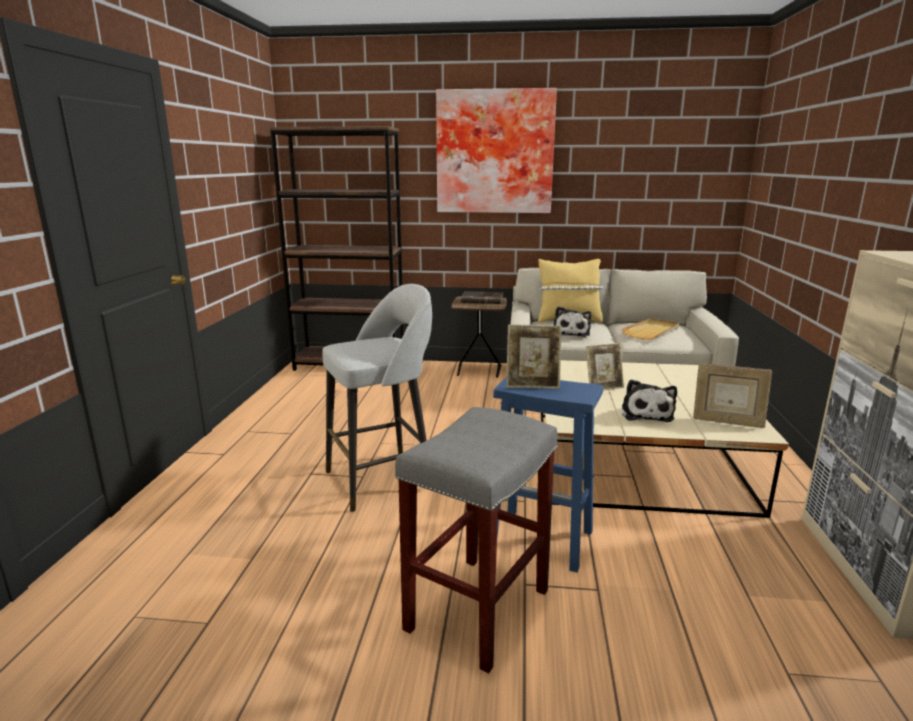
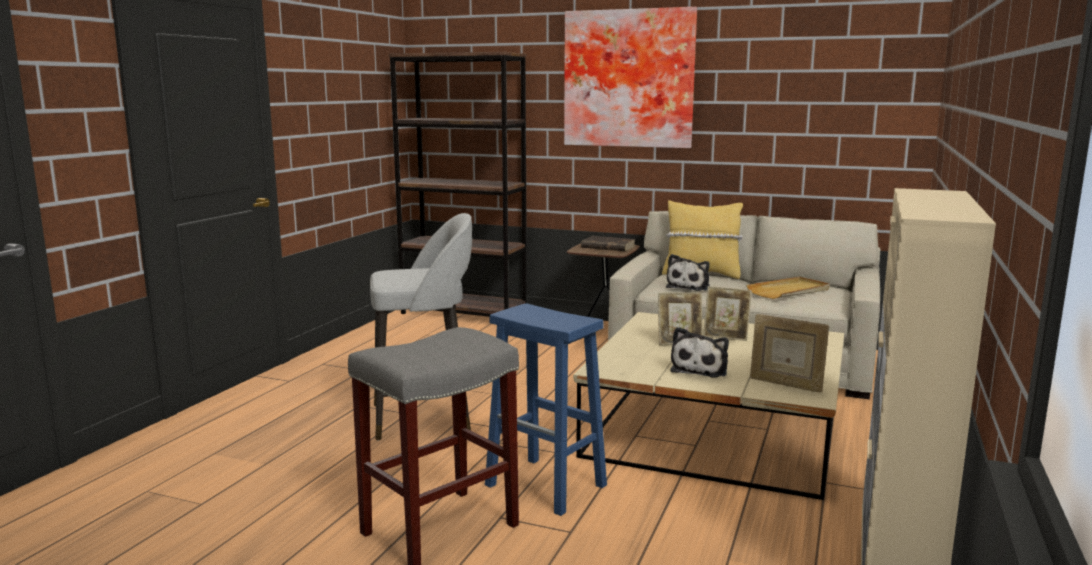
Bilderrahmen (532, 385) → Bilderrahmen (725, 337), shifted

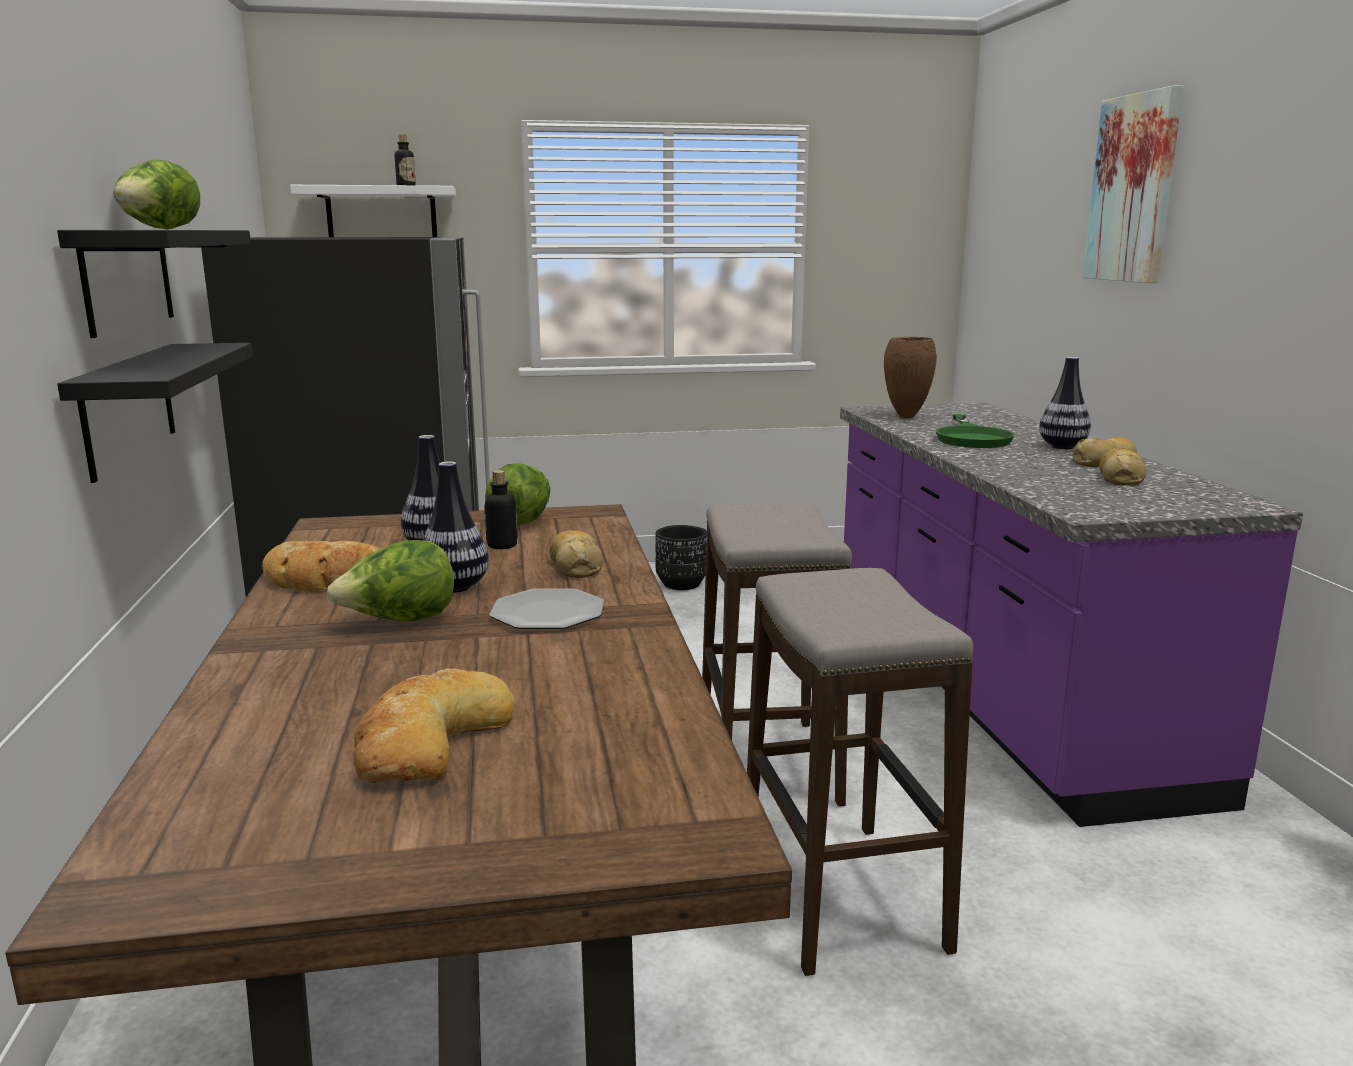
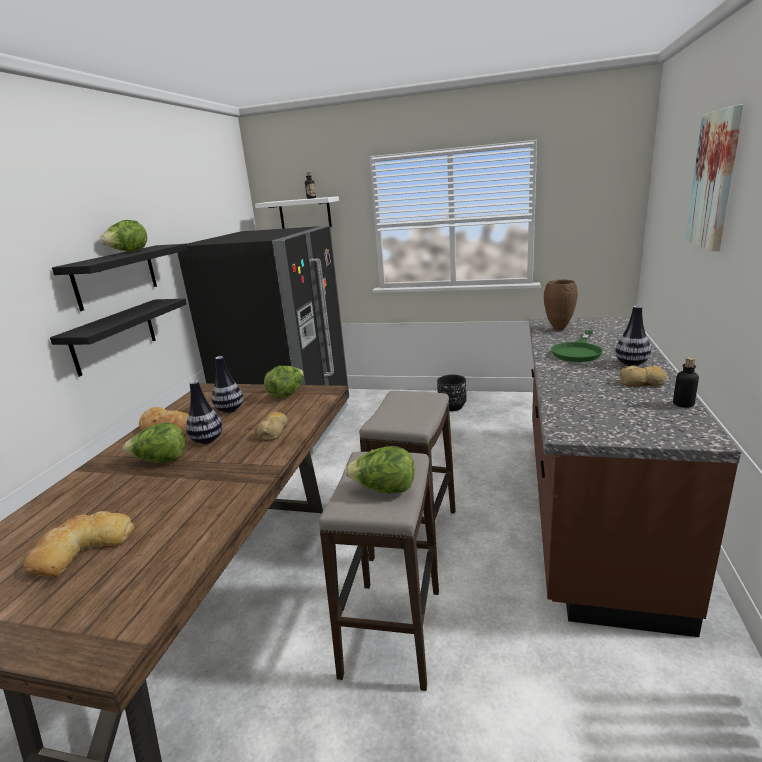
- → Salatkopf (384, 490)
Küchenzeile (lila) (995, 686) → Küchenzeile (braun) (587, 503)
Flasche (502, 545) → Flasche (683, 404), shifted
Teller (547, 613) → -
Brot (1120, 478) → -

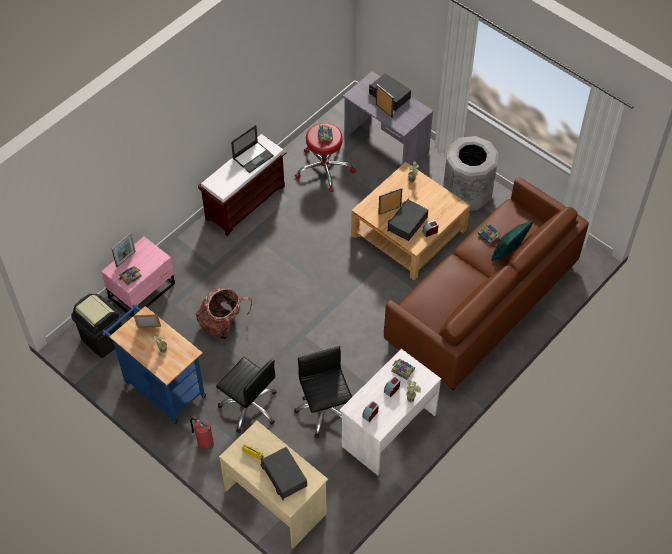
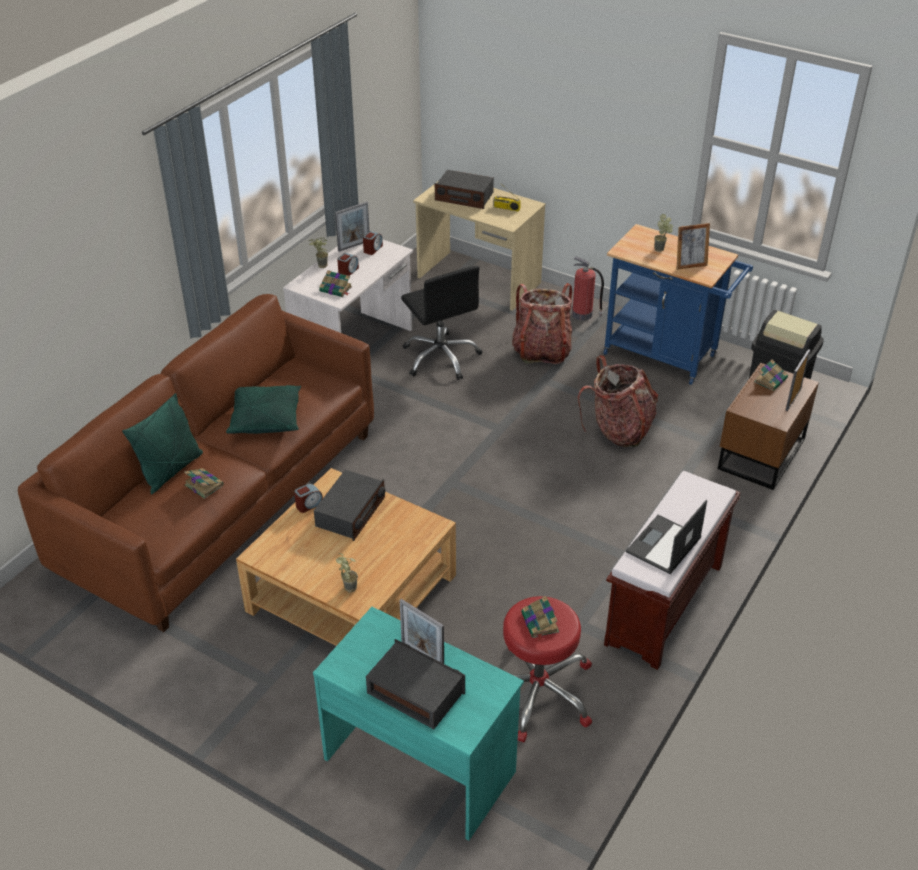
- → Kissen (grün) (266, 419)
Schreibtisch (grau) (385, 145) → Schreibtisch (türkis) (420, 763)
Bilderrahmen (389, 210) → Bilderrahmen (354, 245), shifted
Radio (284, 476) → Radio (464, 197), 150 degrees clockwise
Bürostuhl (schwarz) (249, 407) → Rucksack (541, 351)
Nachttisch (rosa) (143, 291) → Nachttisch (braun) (759, 454)
Mülleimer (grau) (466, 194) → -

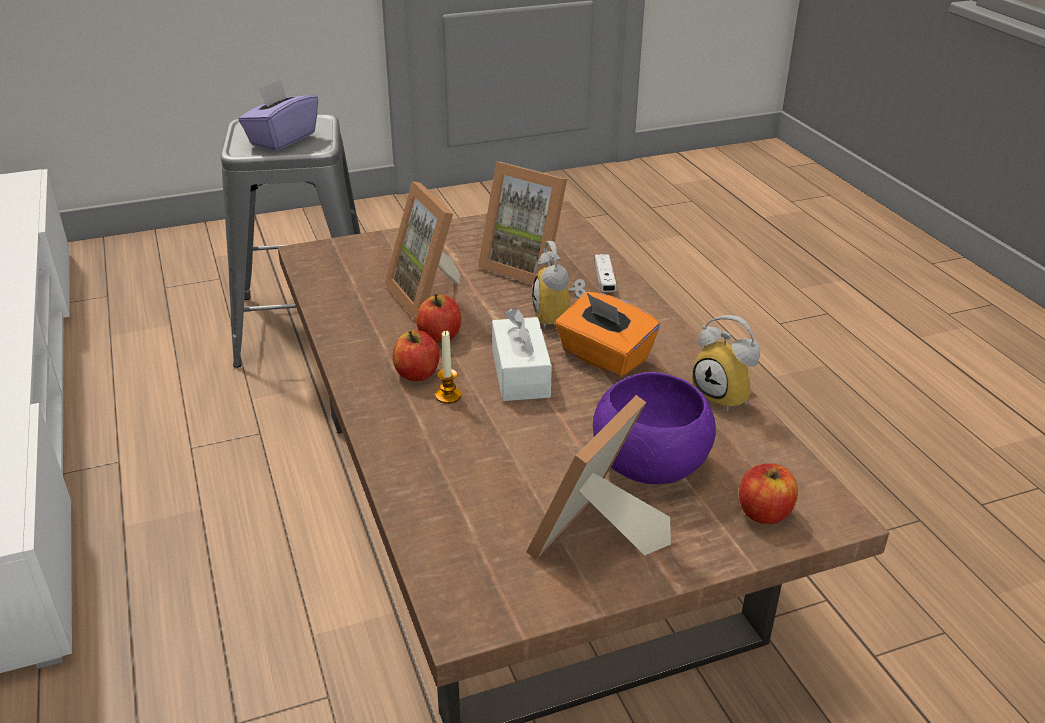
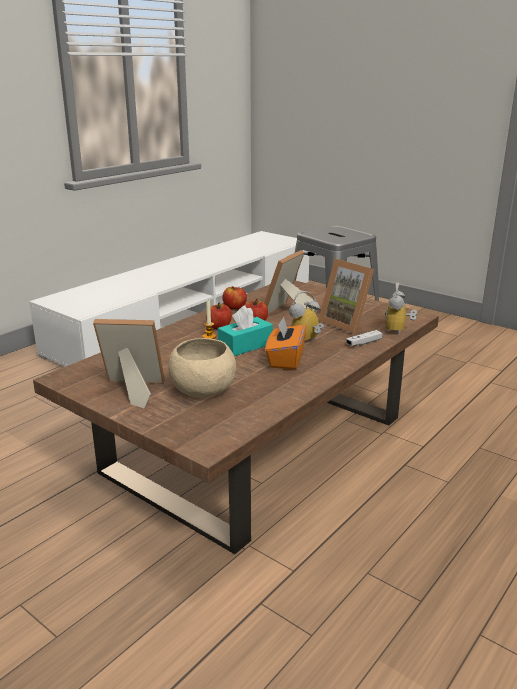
Schüssel (lila) (649, 464) → Schüssel (beige) (203, 390)
Taschentuchbox (weiß) (520, 374) → Taschentuchbox (türkis) (245, 346)
Apfel (764, 513) → Apfel (234, 307), shifted
Bilderrahmen (526, 266) → Bilderrahmen (347, 323), 45 degrees counterclockwise
Wecker (726, 395) → Wecker (399, 331), shifted
Taschentuchbox (lila) (282, 139) → -

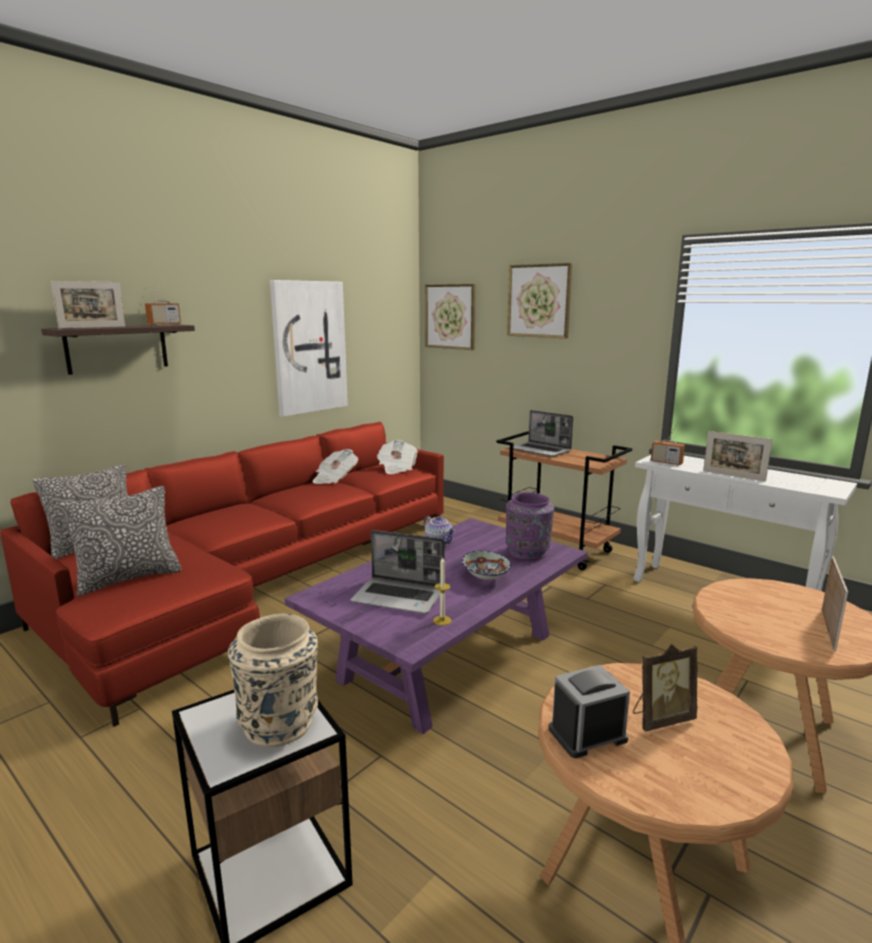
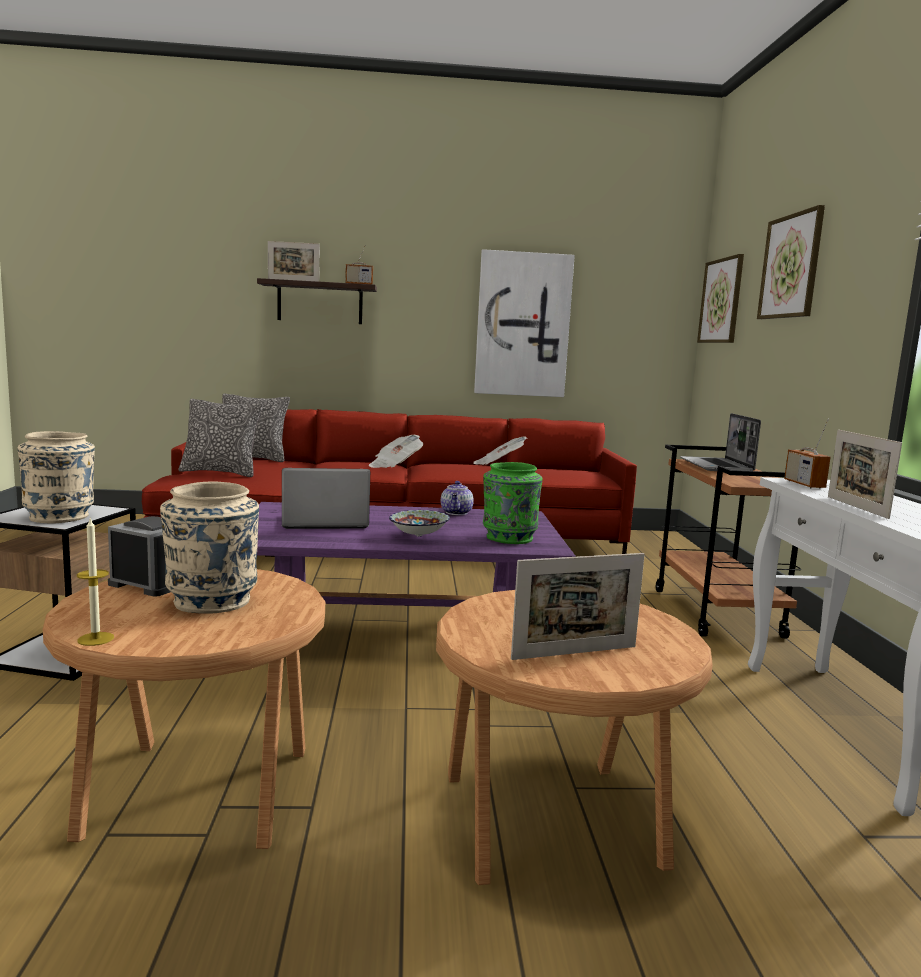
Kerze (442, 620) → Kerze (95, 639), shifted
Bilderrahmen (661, 718) → Vase (beige) (212, 602)
Laptop (400, 597) → Laptop (323, 522), 105 degrees clockwise
Zeitung (397, 468) → Zeitung (395, 466), shifted
Vase (lila) (527, 553) → Vase (grün) (509, 538)

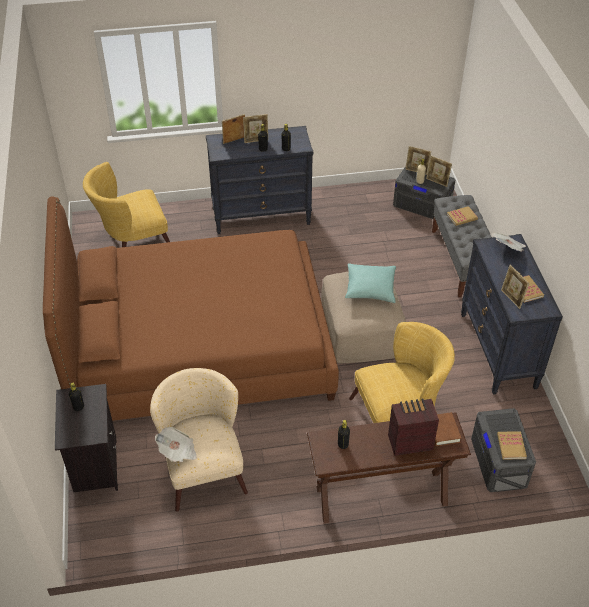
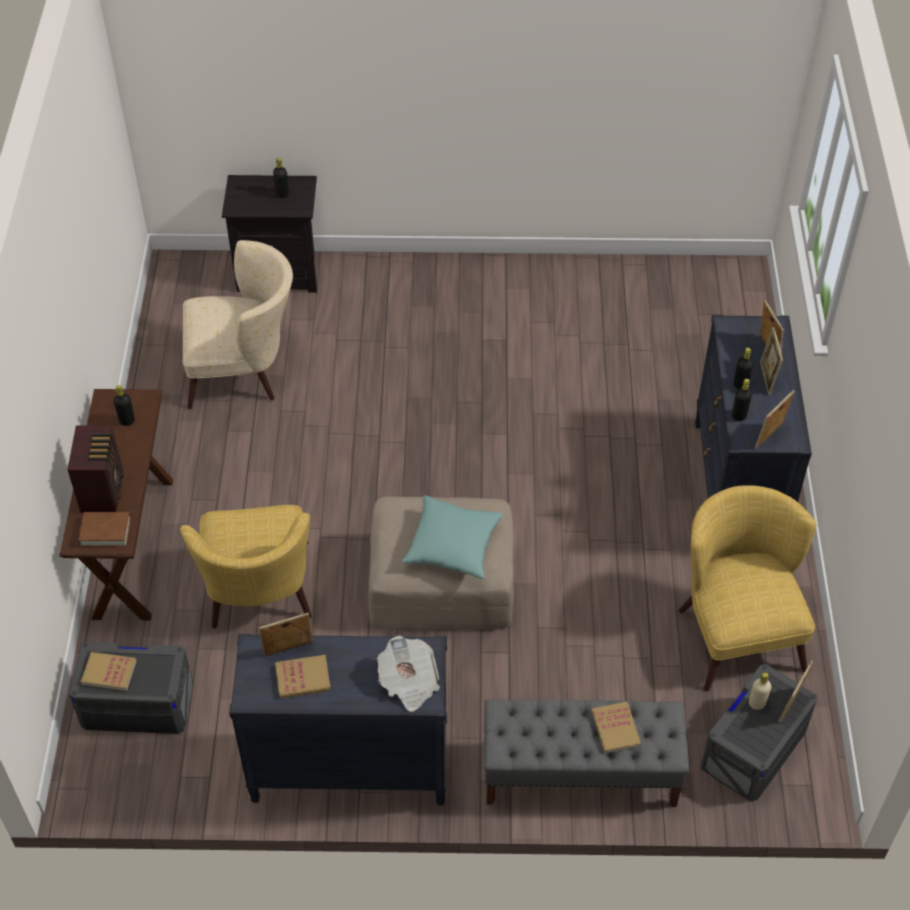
Sessel (gelb) (132, 242) → Sessel (gelb) (736, 627), shifted
Bilderrahmen (437, 182) → Bilderrahmen (770, 437), shifted
Bett (braun) (198, 348) → -
Zeitung (177, 452) → -

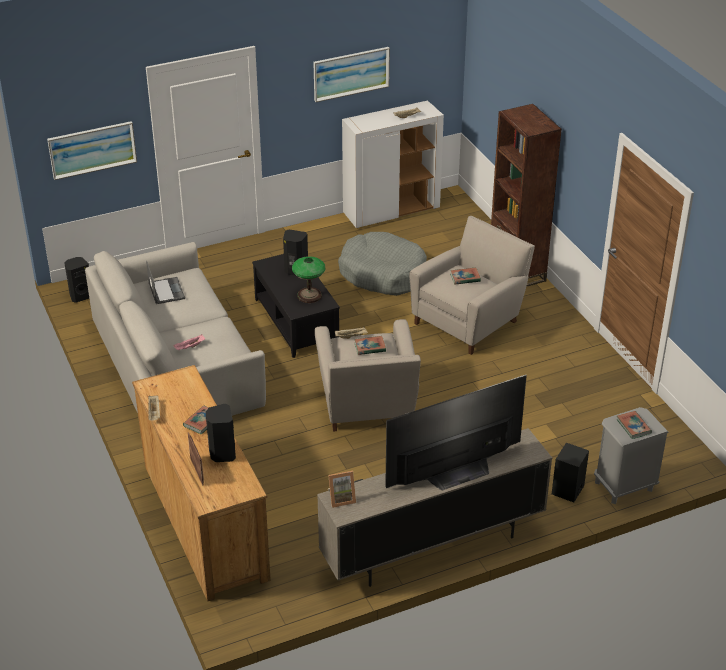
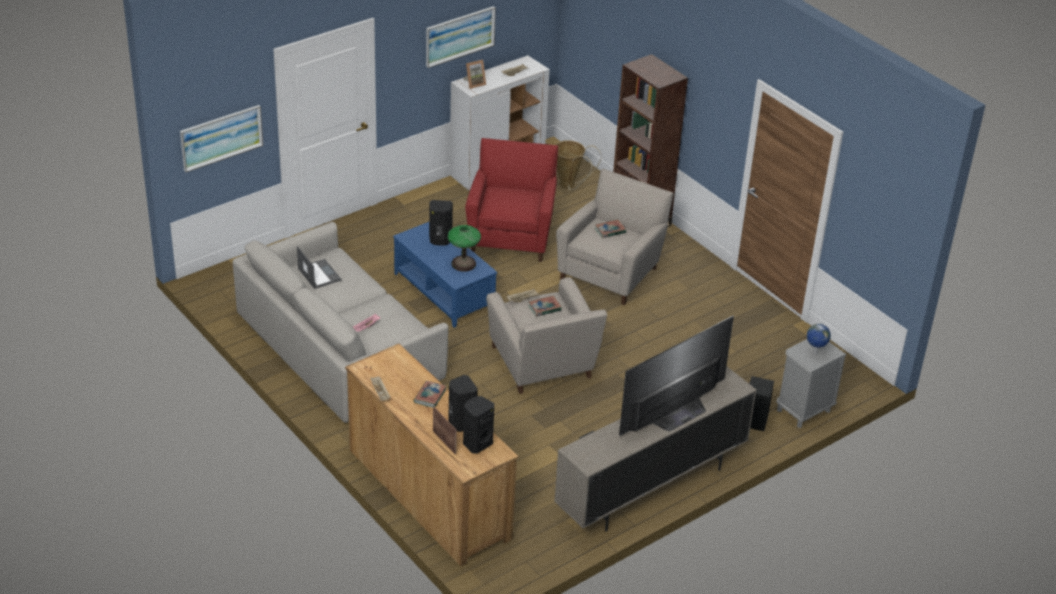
Couchtisch (schwarz) (295, 322) → Couchtisch (blau) (443, 292)
Lautsprecher (schwarz) (80, 296) → Lautsprecher (schwarz) (477, 443), shifted
Bilderrahmen (341, 498) → Bilderrahmen (474, 83), shifted
Hundebett (grau) (382, 273) → Sessel (rot) (511, 234)
- → Korb (570, 186)
Buch (633, 426) → Globus (815, 353)

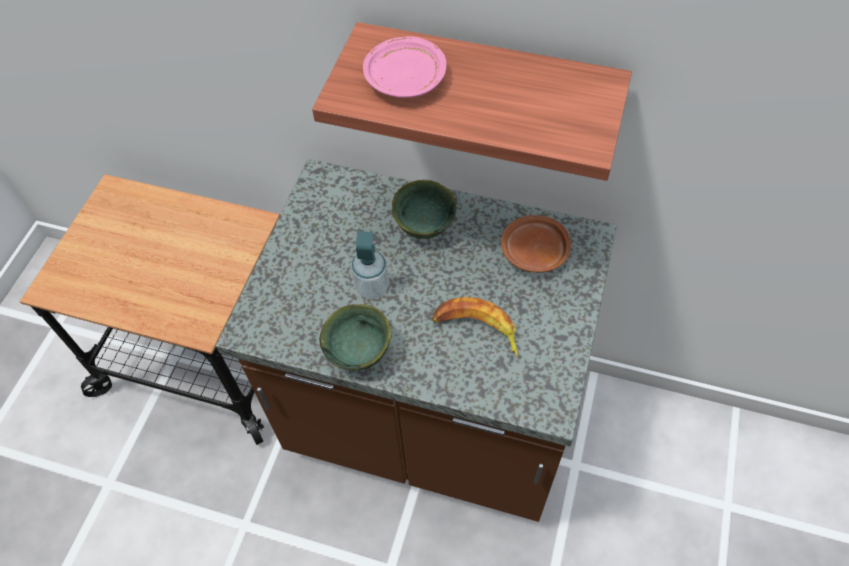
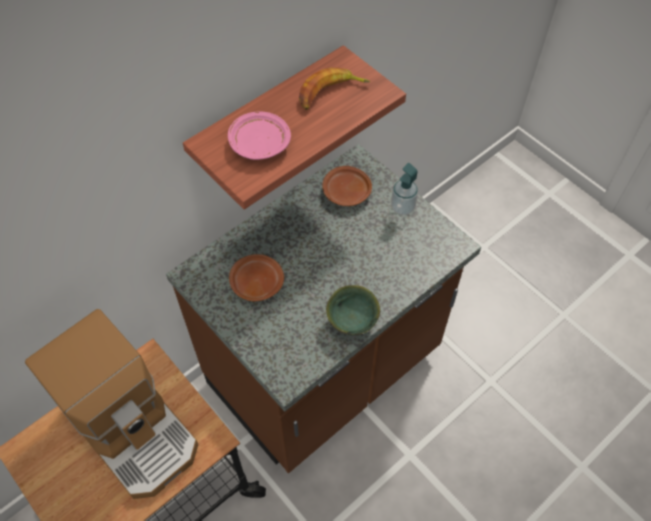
- → Kaffeemaschine (133, 427)
- → Teller (braun) (256, 282)
Banane (477, 330) → Banane (330, 93), shifted
Seifenspender (372, 287) → Seifenspender (402, 207), shifted
Schüssel (grün) (425, 226) → -

